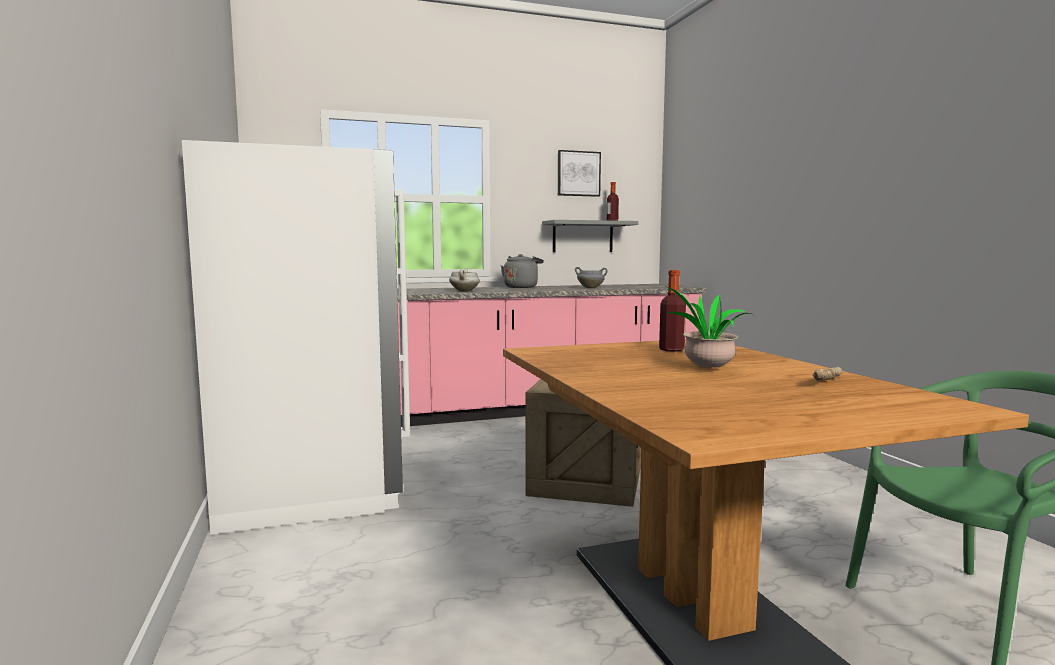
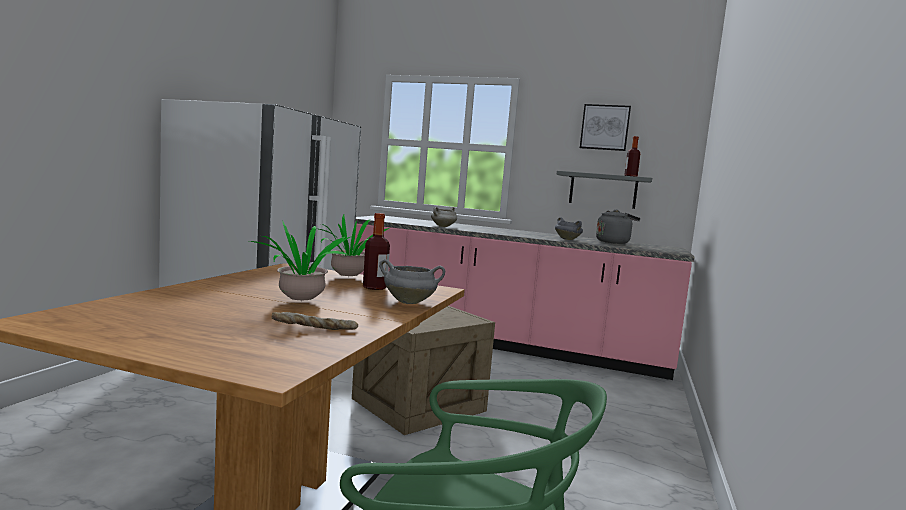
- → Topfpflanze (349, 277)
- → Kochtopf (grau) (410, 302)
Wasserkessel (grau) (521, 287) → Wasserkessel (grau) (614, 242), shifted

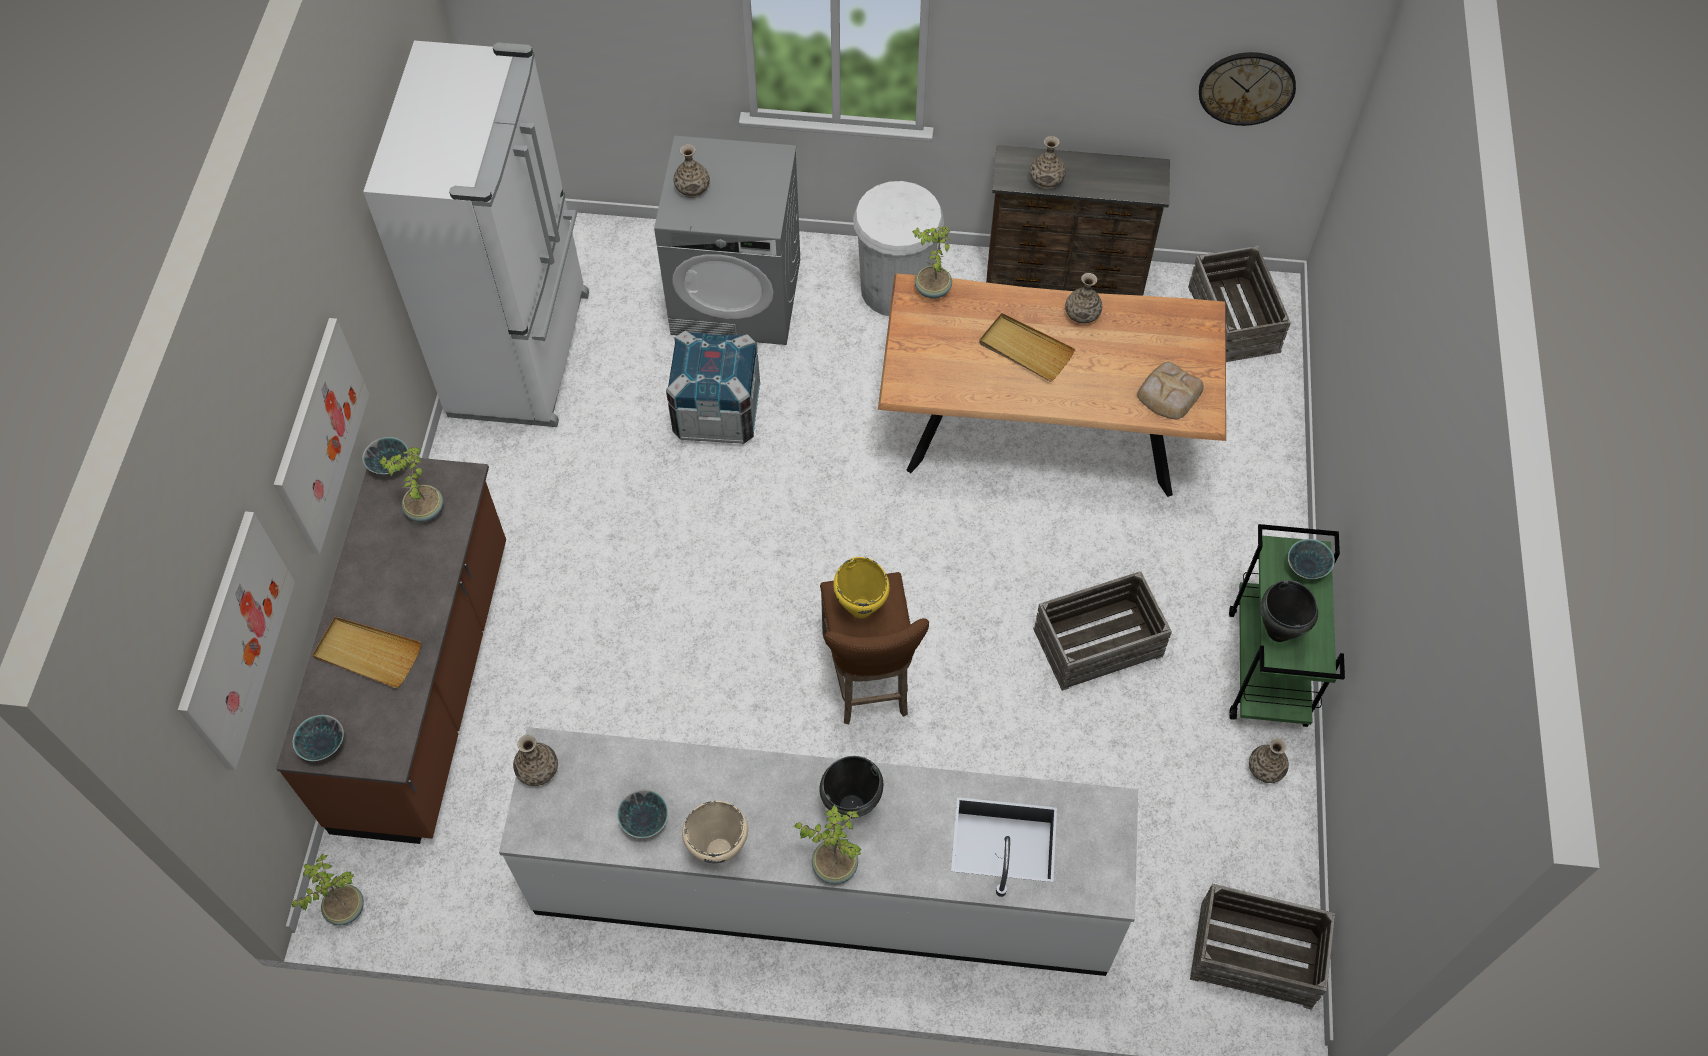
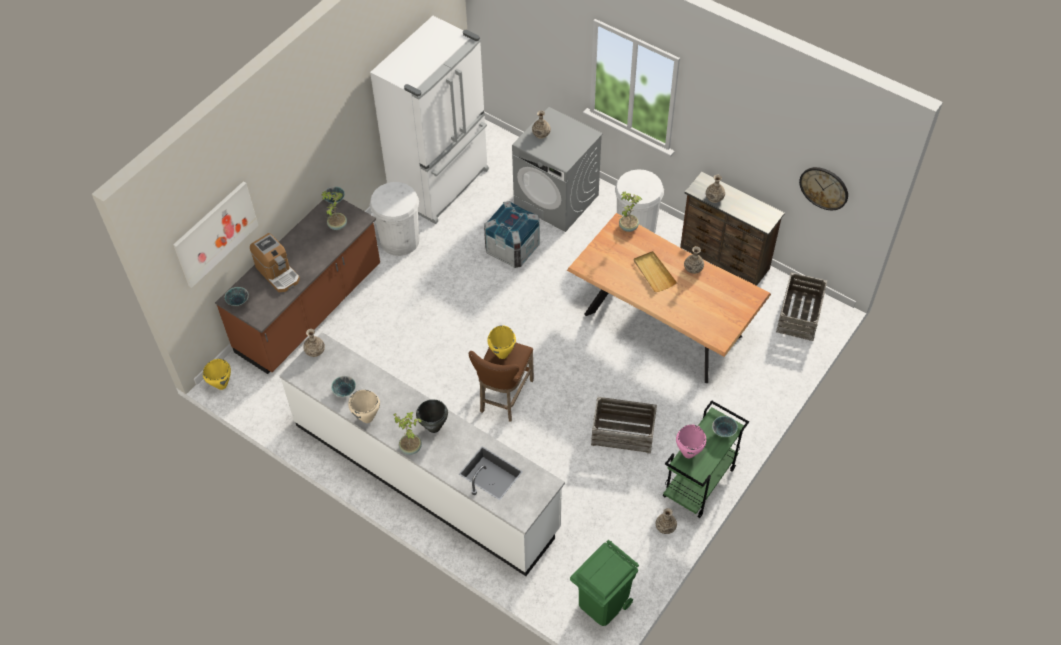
Topfpflanze (345, 908) → Kochtopf (gelb) (222, 385)
Tablett (beige) (367, 653) → Kaffeemaschine (278, 273)
- → Mülleimer (weiß) (399, 240)
Kiste (1256, 953) → Mülleimer (grün) (603, 603)
Kochtopf (schwarz) (1278, 632) → Kochtopf (rosa) (688, 453)
Bild (320, 436) → -
Brot (1168, 394) → -

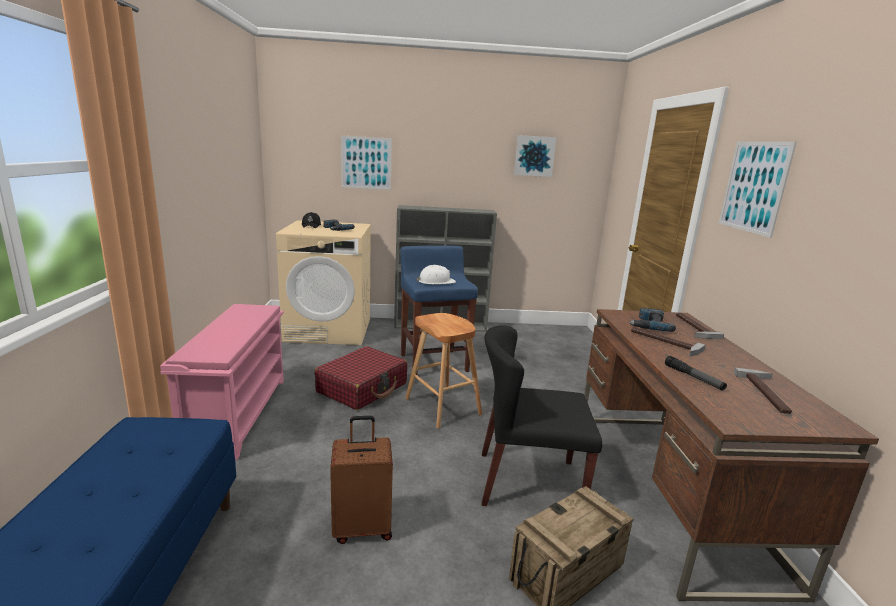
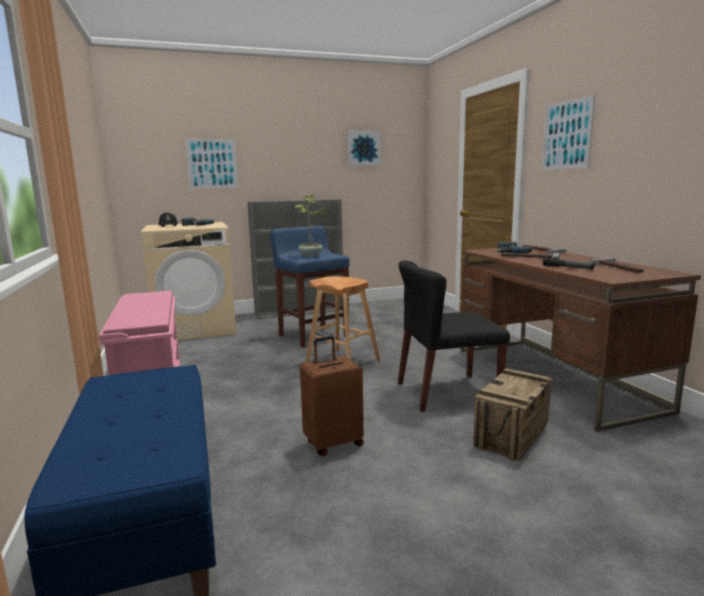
Schutzhelm (weiß) (436, 282) → Topfpflanze (310, 256)
Koffer (rot) (362, 388) → -

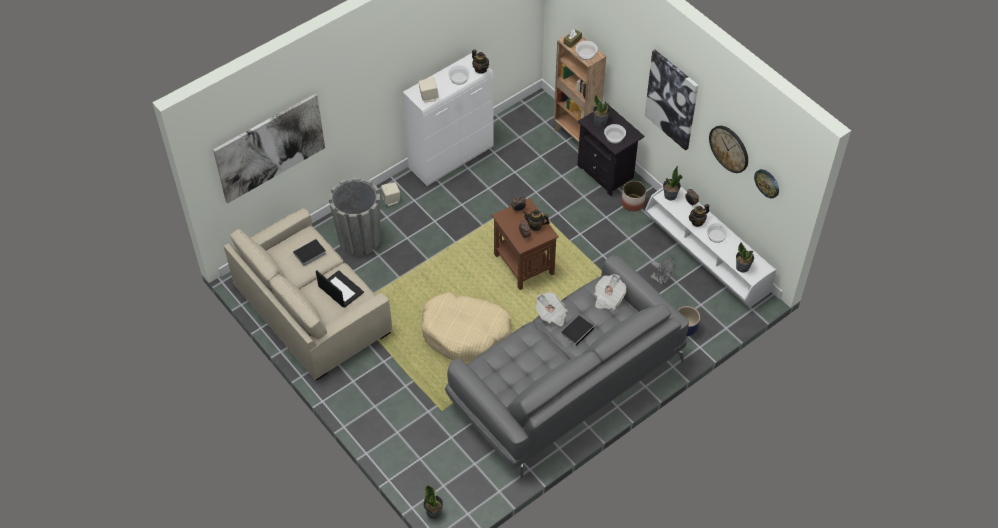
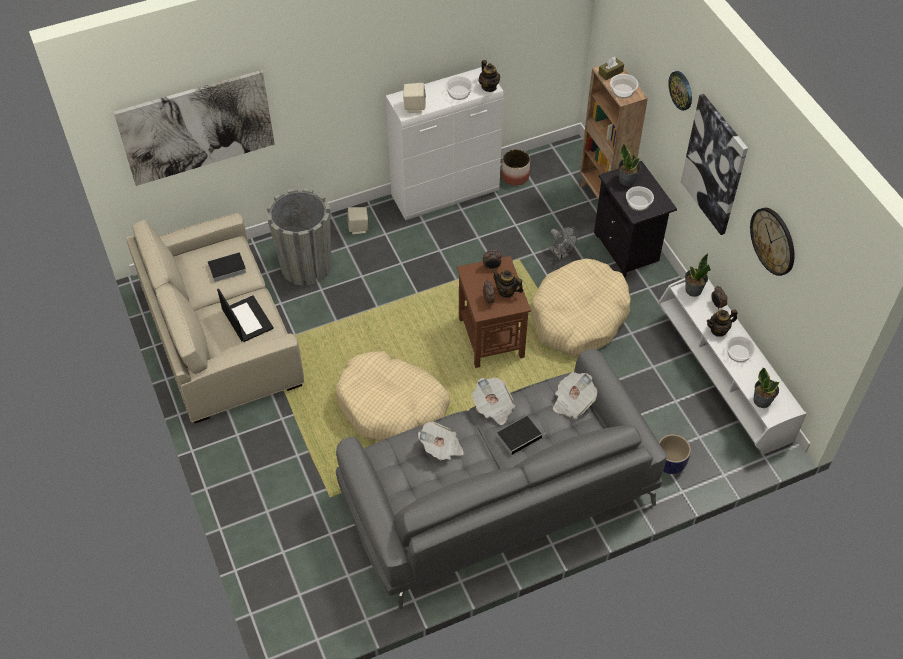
- → Zeitung (441, 448)
Pflanzkübel (633, 203) → Pflanzkübel (515, 176), shifted
- → Hundebett (beige) (578, 316)
Ventilator (grau) (661, 280) → Ventilator (grau) (561, 254), shifted
Wanduhr (767, 183) → Wanduhr (681, 90), shifted
Topfpflanze (434, 512) → -

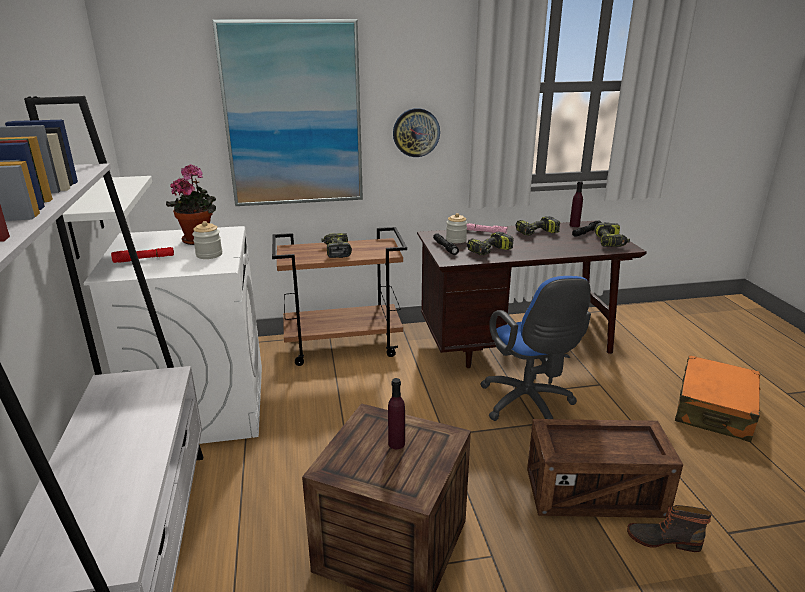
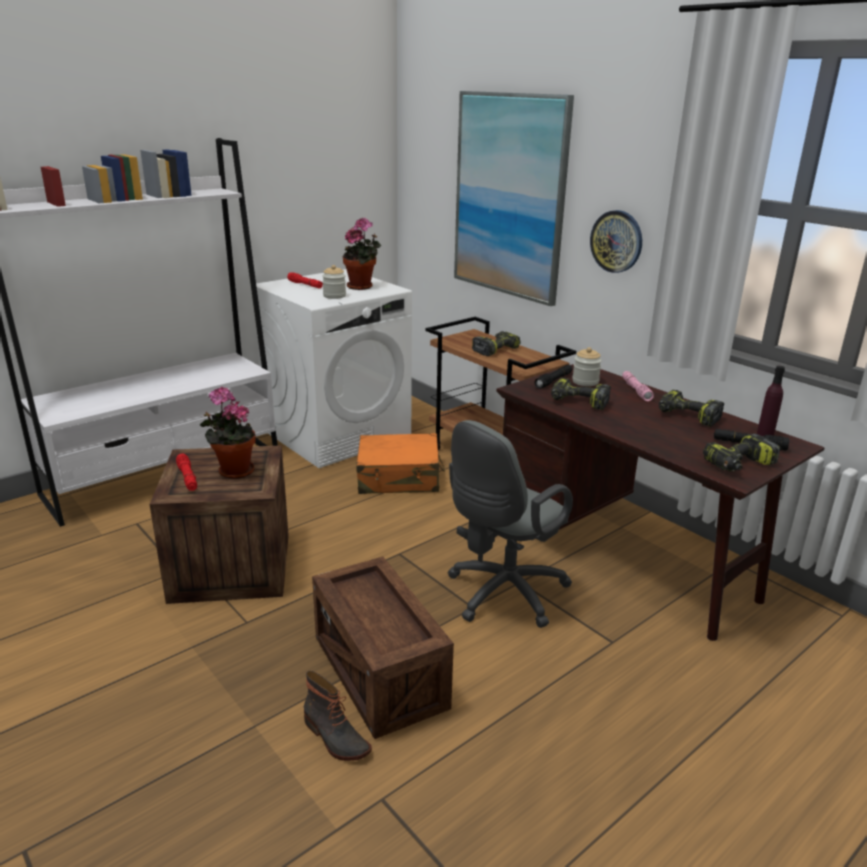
- → Taschenlampe (rot) (187, 477)
Flasche (lila) (396, 443) → Topfpflanze (233, 471)
Stiefel (663, 539) → Stiefel (335, 738), 150 degrees clockwise
Koffer (orange) (714, 410) → Koffer (orange) (399, 478), shifted
Bürostuhl (blau) (529, 406) → Bürostuhl (grau) (502, 594)
Wandregal (weiß) (85, 218) → -

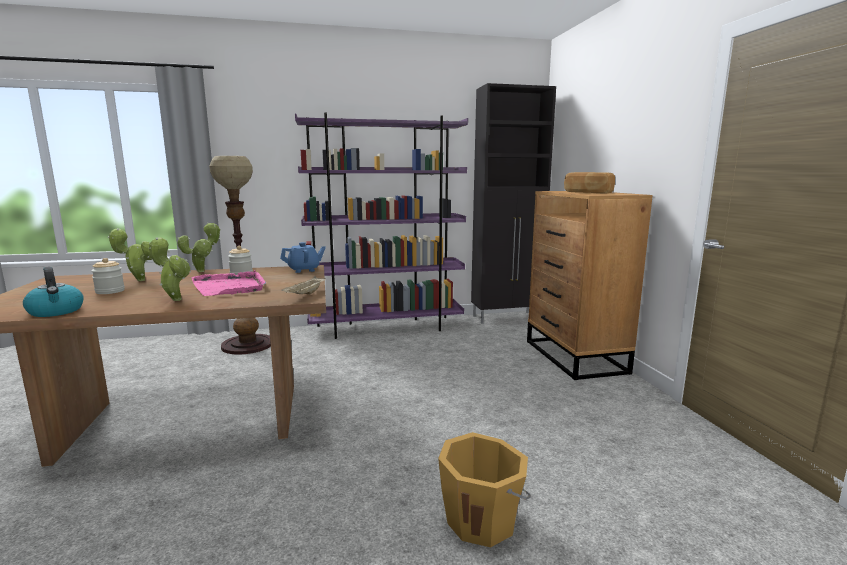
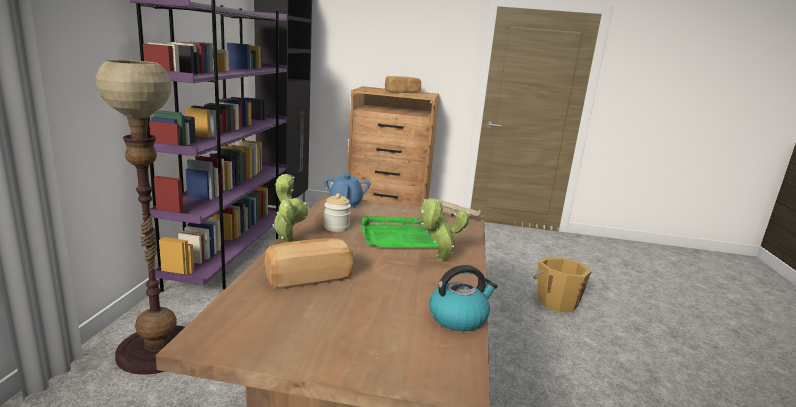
Topfpflanze (138, 280) → Brot (308, 277)
Tablett (rosa) (230, 287) → Tablett (grün) (398, 236)
Vorratsglas (110, 291) → -

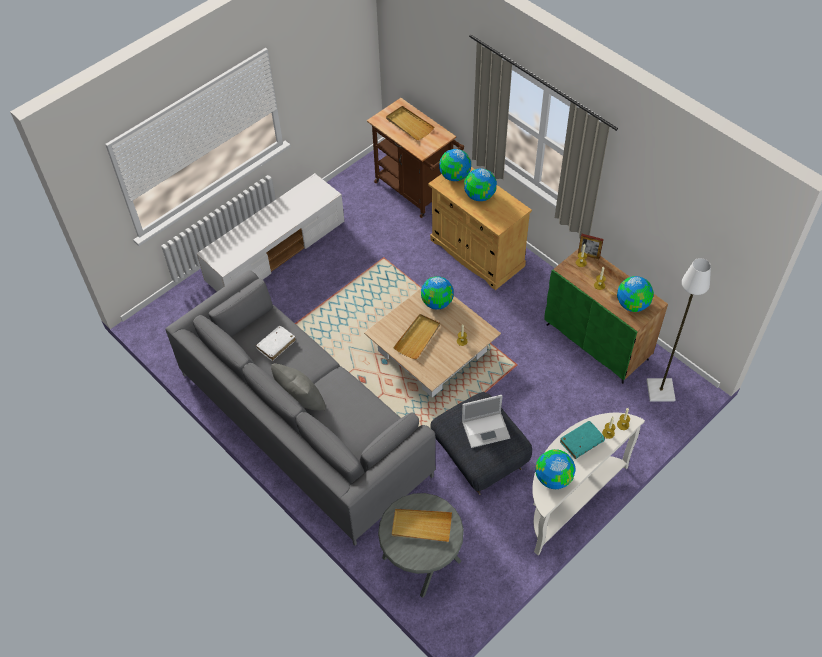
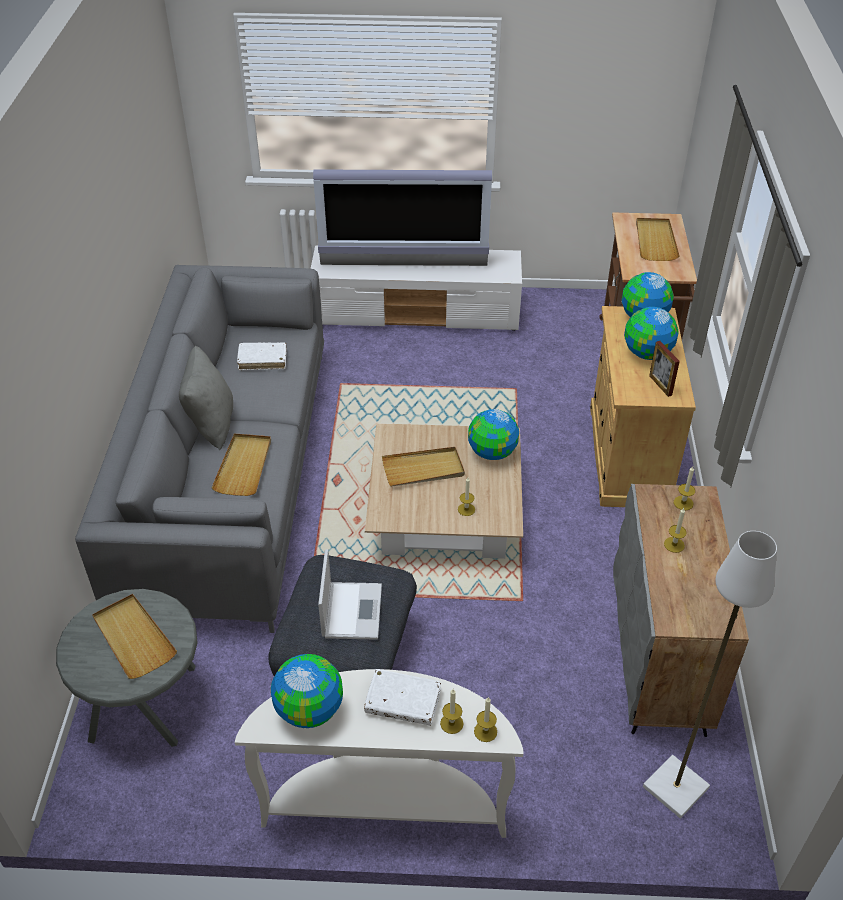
- → Tablett (beige) (244, 466)
- → Fernseher (403, 265)
Laptop (486, 429) → Laptop (352, 609), 120 degrees counterclockwise
Buch (türkis) (581, 442) → Buch (weiß) (403, 702)
Schrank (grün) (597, 342) → Schrank (grau) (659, 658)
Bilderrahmen (588, 255) → Bilderrahmen (660, 385), shifted
Globus (632, 304) → -

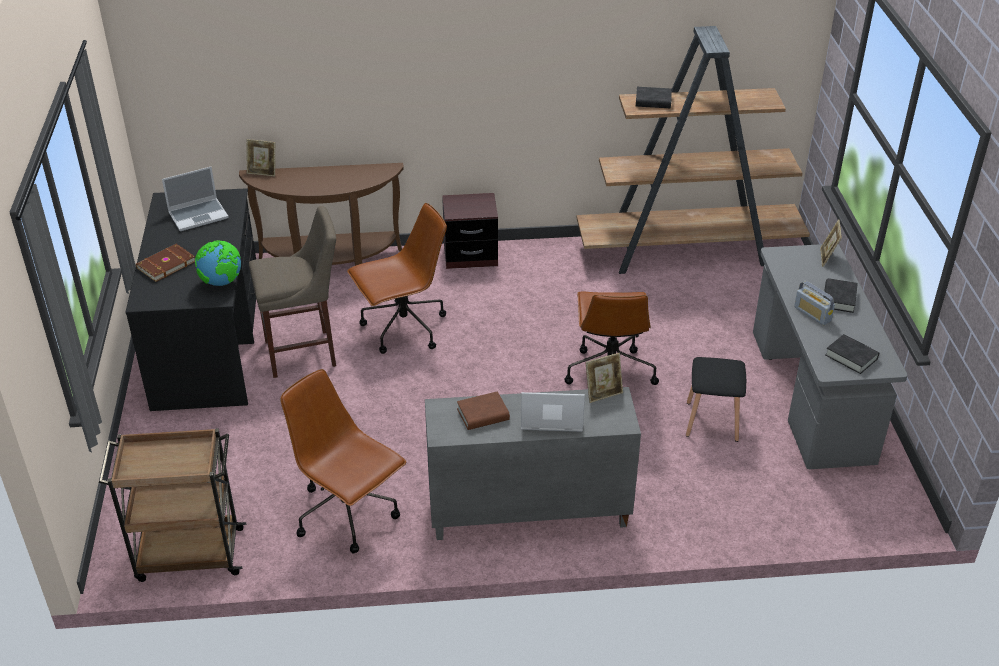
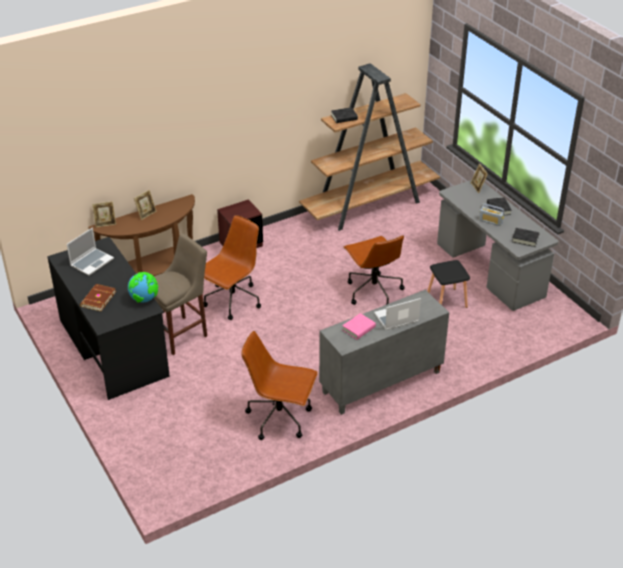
Bilderrahmen (603, 393) → Bilderrahmen (146, 214), shifted
Buch (braun) (483, 414) → Buch (rosa) (358, 329)
Rollwagen (braun) (188, 555) → -

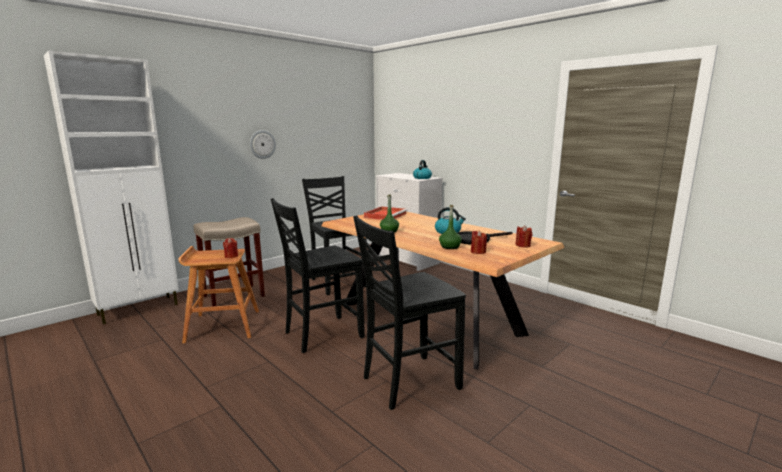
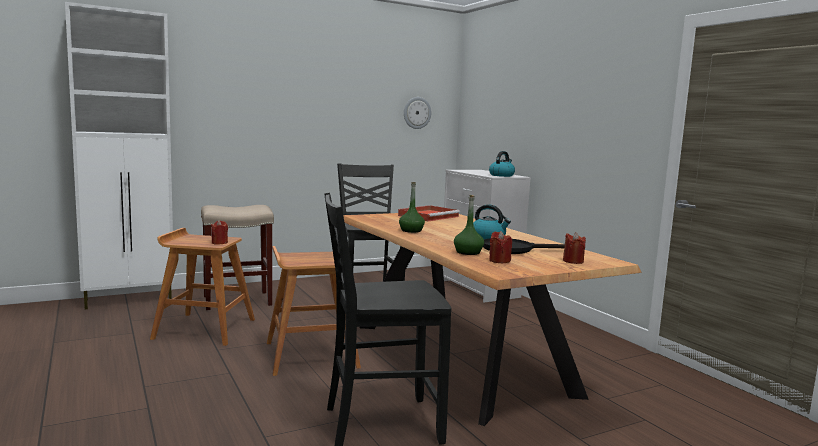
Stuhl (schwarz) (321, 334) → Hocker (braun) (310, 355)
Wanduhr (262, 144) → Wanduhr (417, 113), shifted

